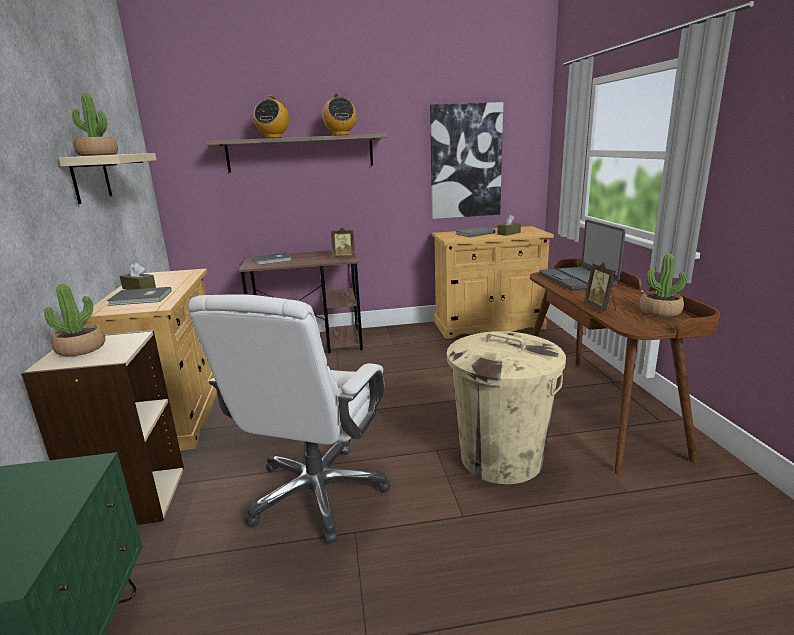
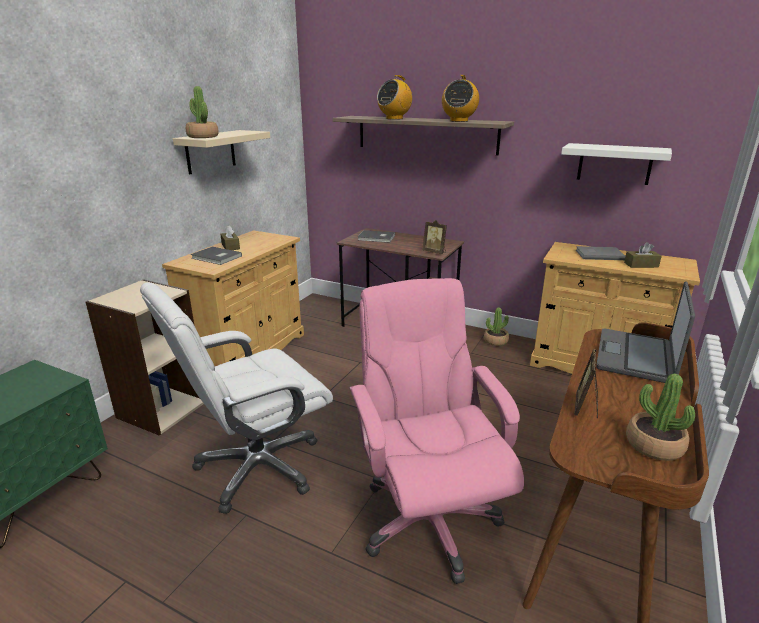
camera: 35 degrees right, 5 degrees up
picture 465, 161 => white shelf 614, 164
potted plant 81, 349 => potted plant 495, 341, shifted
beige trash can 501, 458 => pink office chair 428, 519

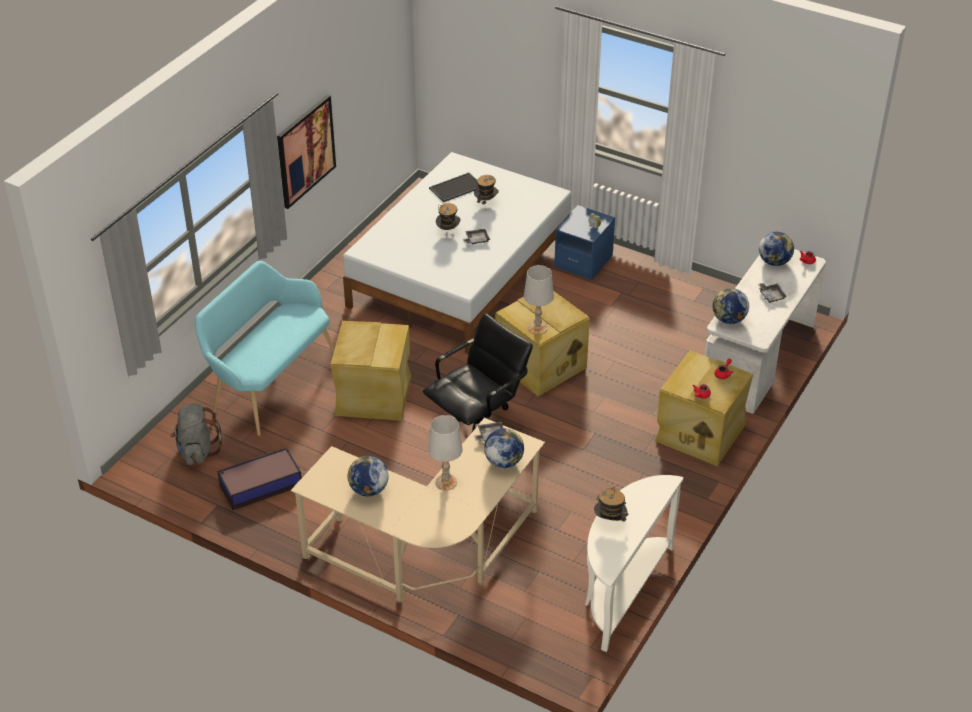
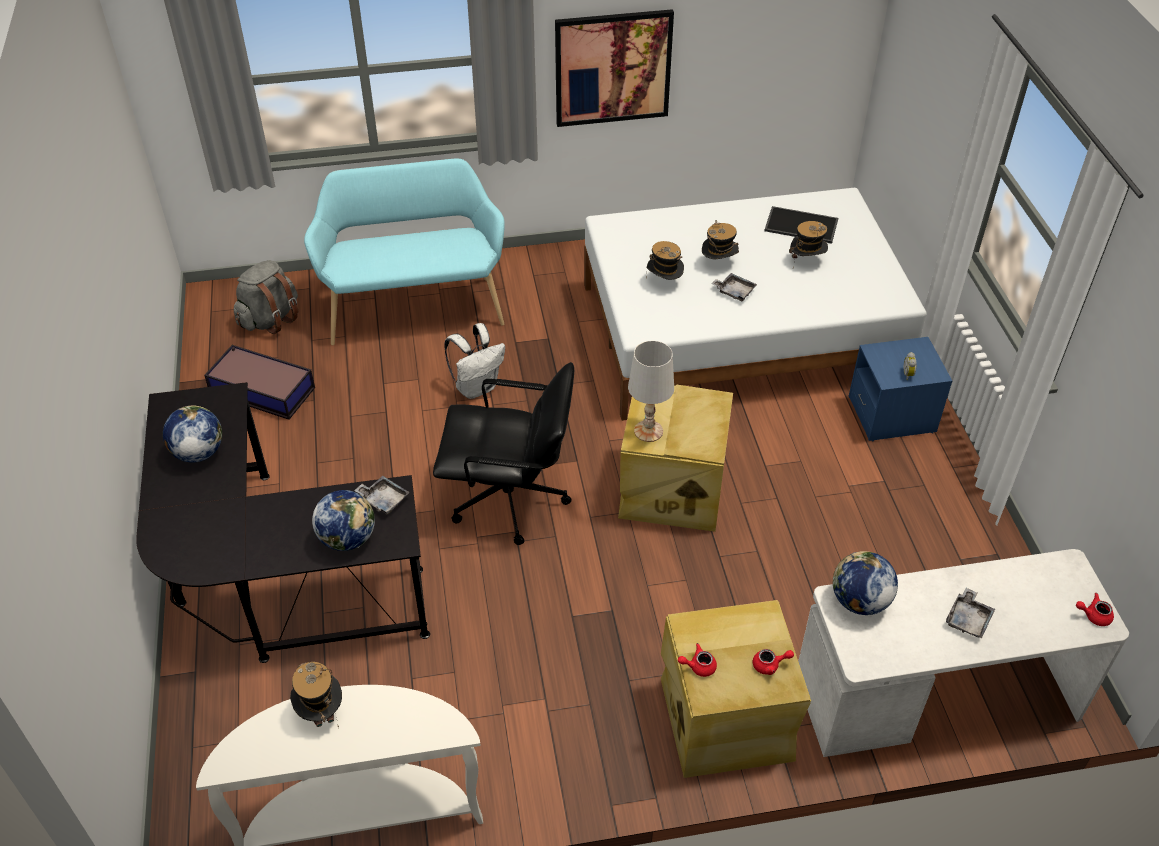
camera: 50 degrees right, 5 degrees up
globe 774, 262 => nothing
beige storage box 375, 394 => white backpack 477, 387
white table lamp 446, 482 => nothing
beige desk 428, 552 => black desk 274, 582
nothing => hat 664, 283

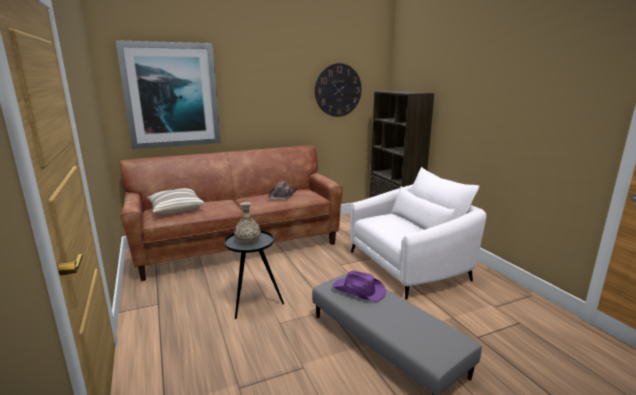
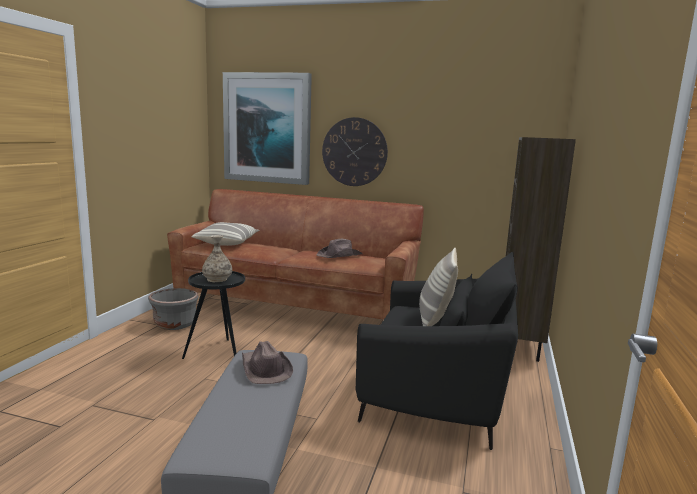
camera: 40 degrees right, 5 degrees down
wall clock 338, 90 => wall clock 354, 152, shifted
white armchair 409, 266 => black armchair 437, 394
purple hat 359, 290 => brown hat 265, 369
nothing => pillow 435, 319
nothing => grey planter 175, 324

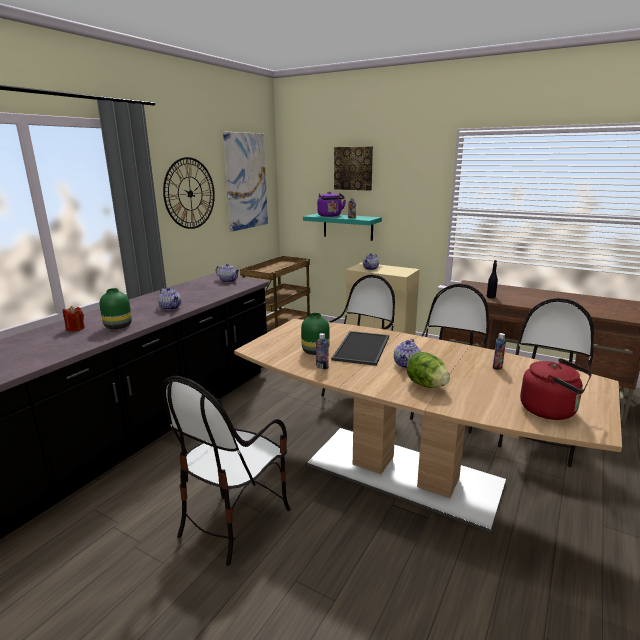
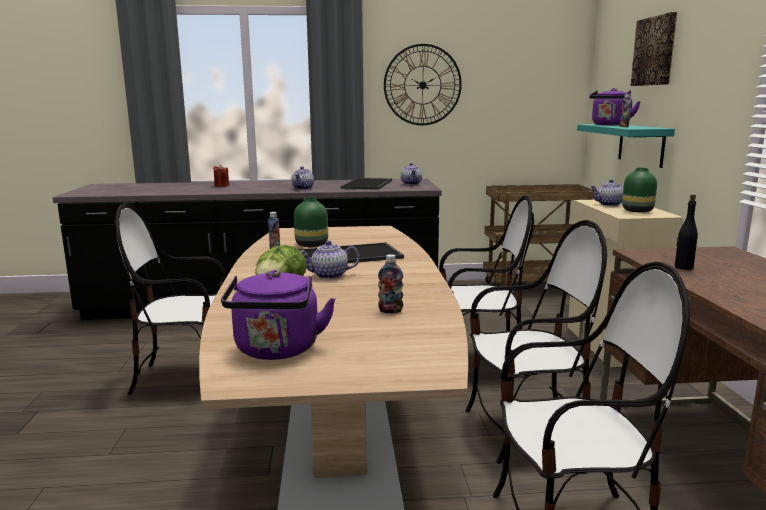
camera: 55 degrees right, 5 degrees down
picture 246, 181 => nothing
green vase 117, 326 => green vase 636, 211, shifted
red kettle 551, 411 => purple kettle 277, 351
nothing => tray 368, 184

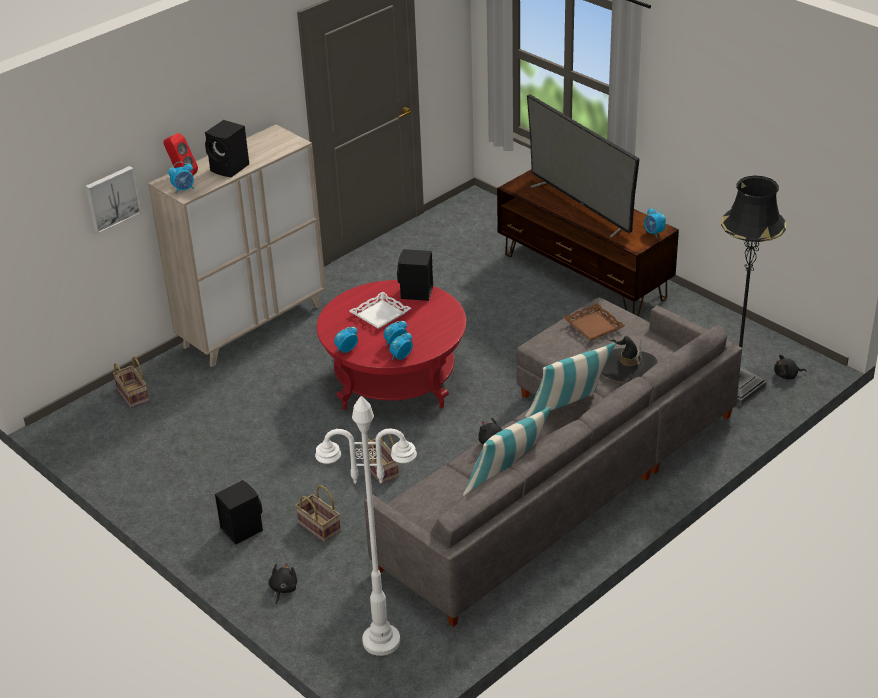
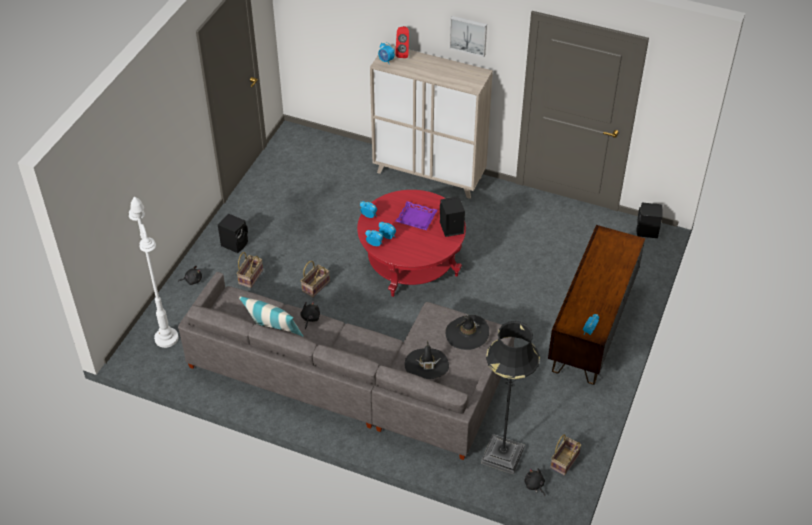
camera: 65 degrees right, 10 degrees up
television 580, 206 => nothing
black speaker 230, 168 => black speaker 647, 231, shifted
picture 111, 198 => picture 468, 35, shifted
white tray 380, 314 => purple tray 416, 218
brown tray 593, 326 => black hat 467, 334
pillow 568, 410 => nothing
basket 134, 395 => basket 565, 462, shifted

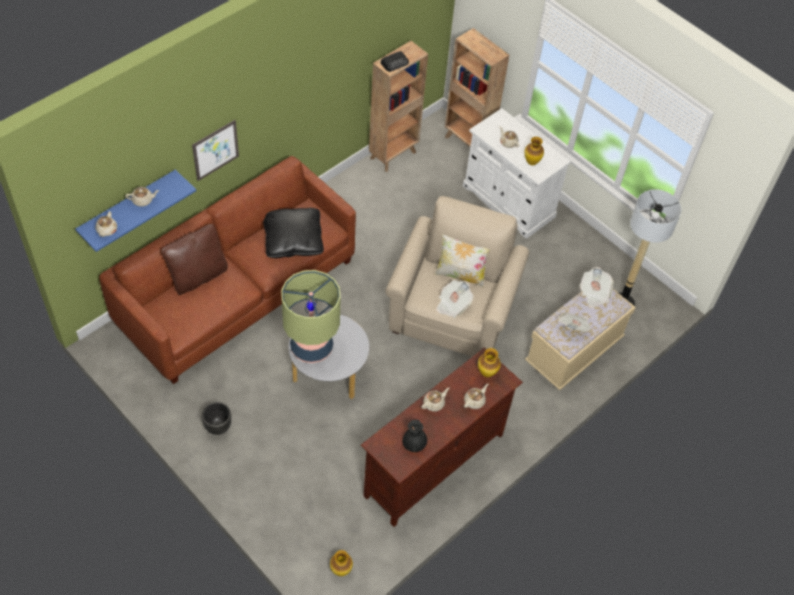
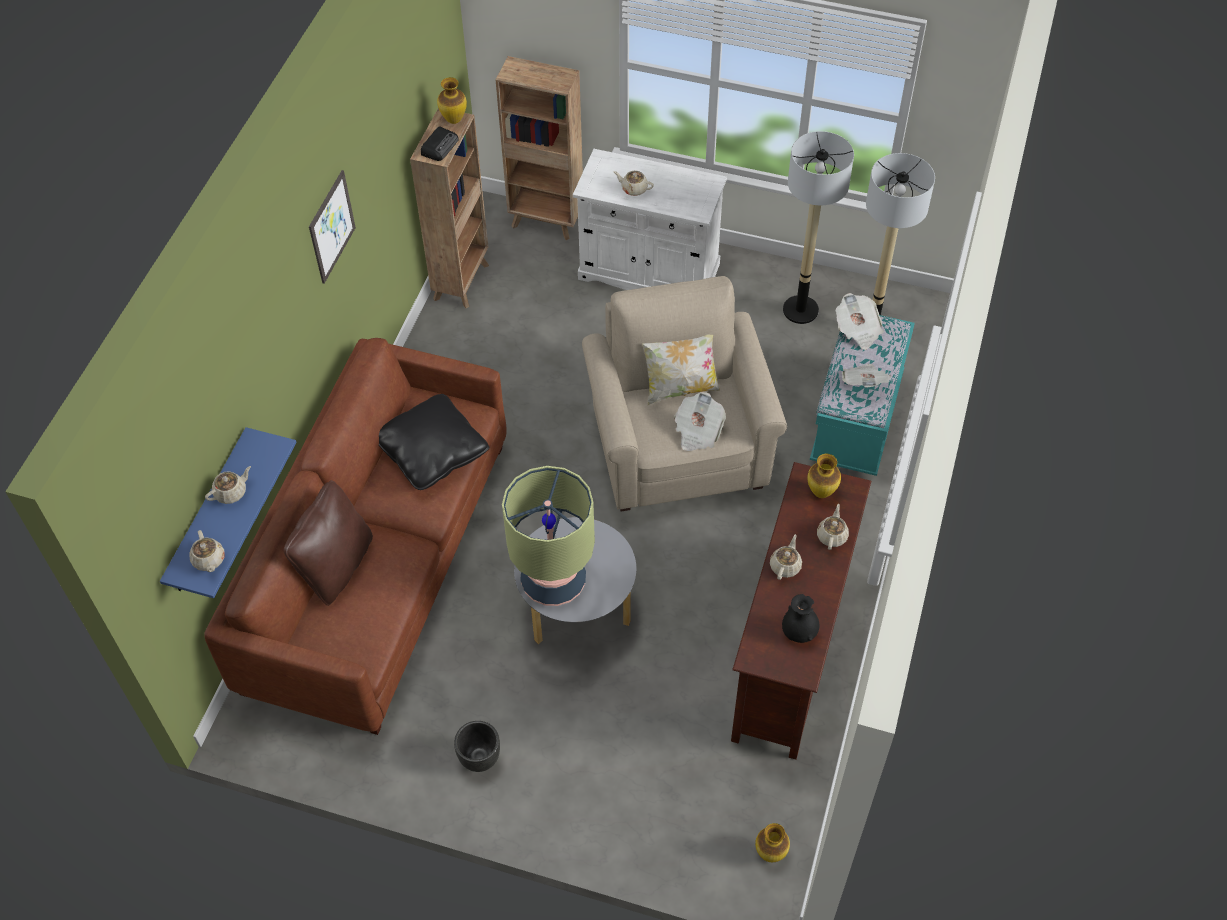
camera: 25 degrees left, 0 degrees up
picture 215, 150 => picture 332, 227, shifted
vase 531, 162 => vase 453, 120, shifted
beige bench 574, 351 => turquoise bench 856, 419
nothing => floor lamp 800, 310

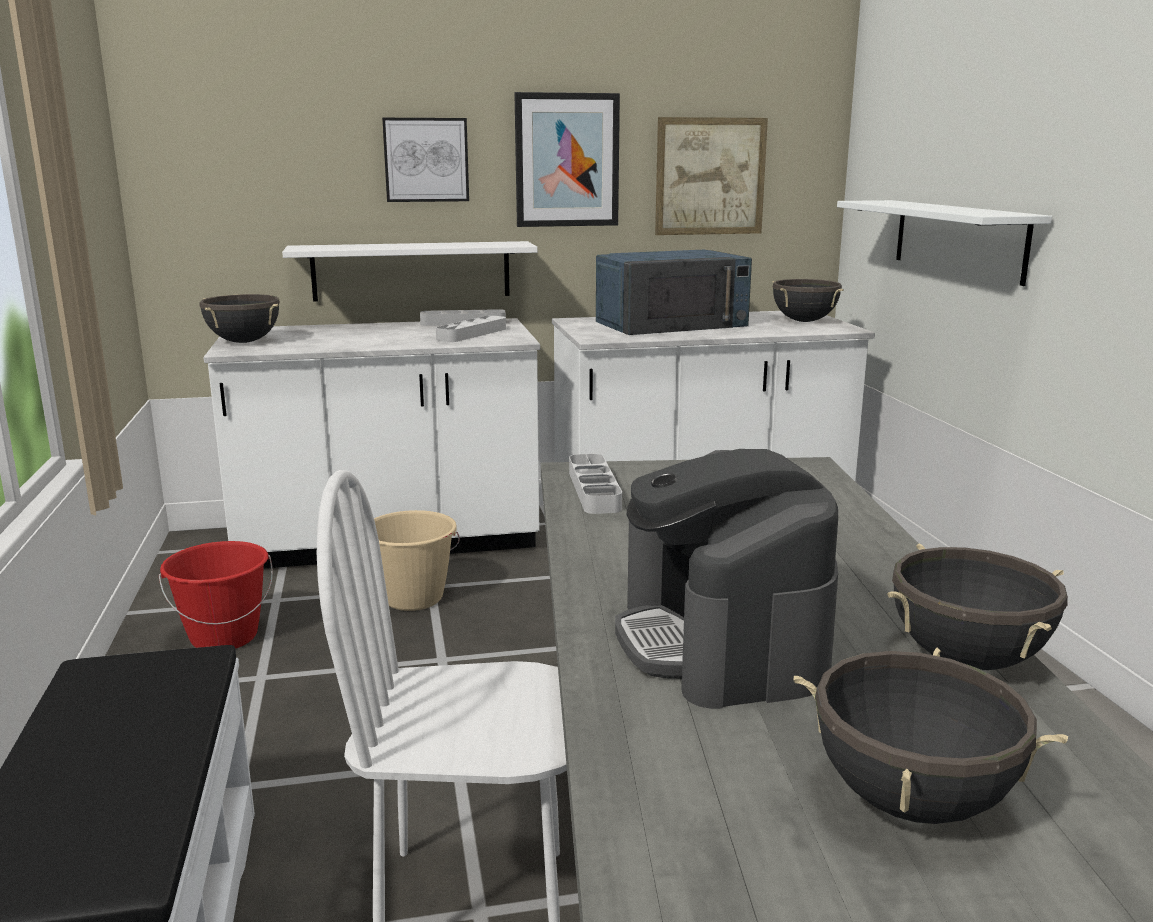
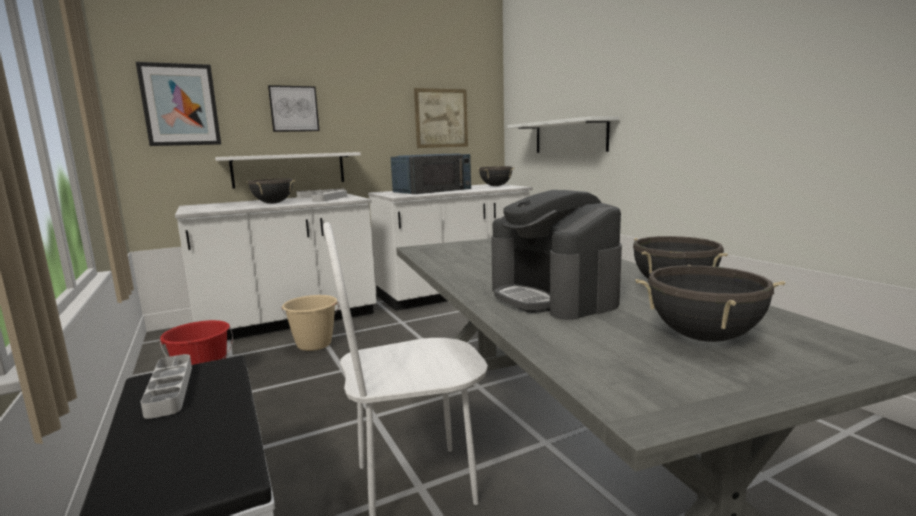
camera: 15 degrees left, 5 degrees down
picture 567, 160 => picture 180, 105, shifted
black cooking pot 244, 342 => black cooking pot 273, 203, shifted
grey tray 594, 490 => grey tray 170, 389, shifted

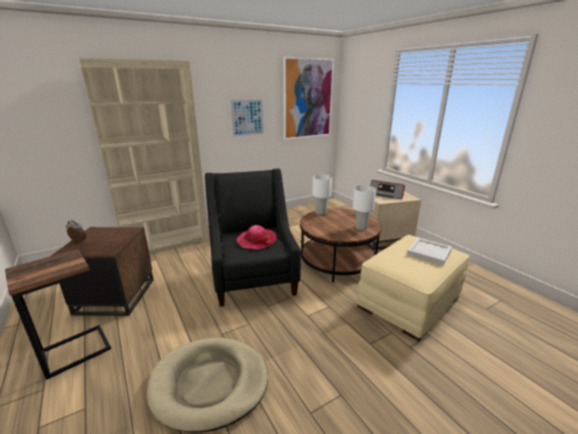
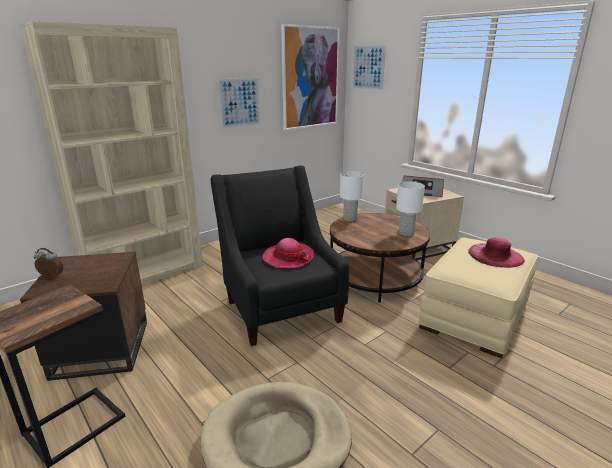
camera: 10 degrees left, 0 degrees up
white tray 428, 252 => pink hat 495, 255
nothing => picture 368, 67

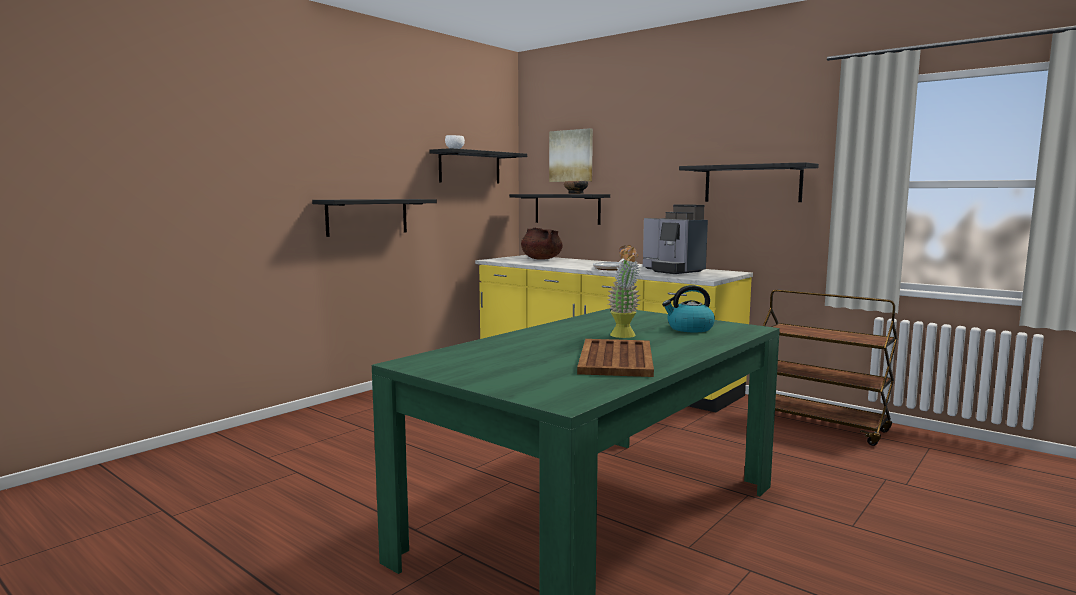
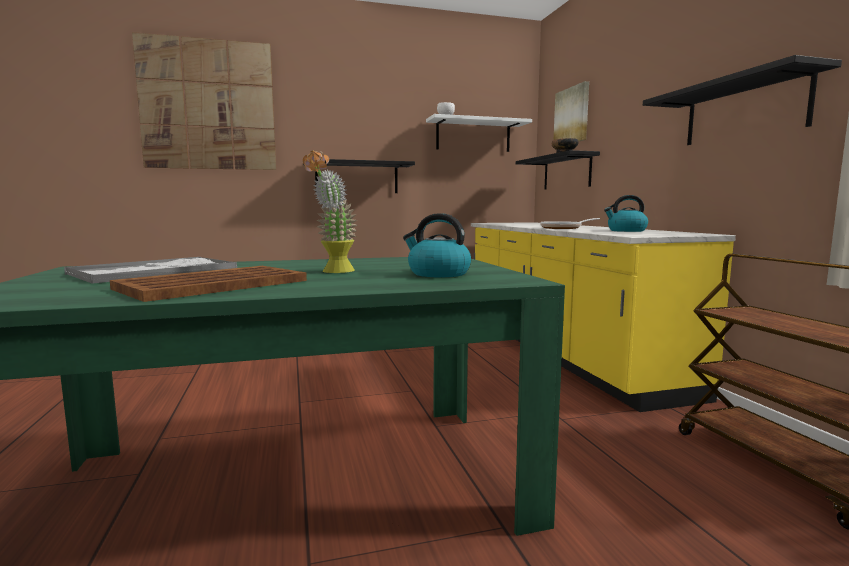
camera: 35 degrees right, 0 degrees up
black shelf 470, 167 => white shelf 473, 136
coffee machine 673, 270 => kettle 626, 231
brown cooking pot 541, 259 => nothing
nothing => picture 208, 105
nothing => tray 156, 271

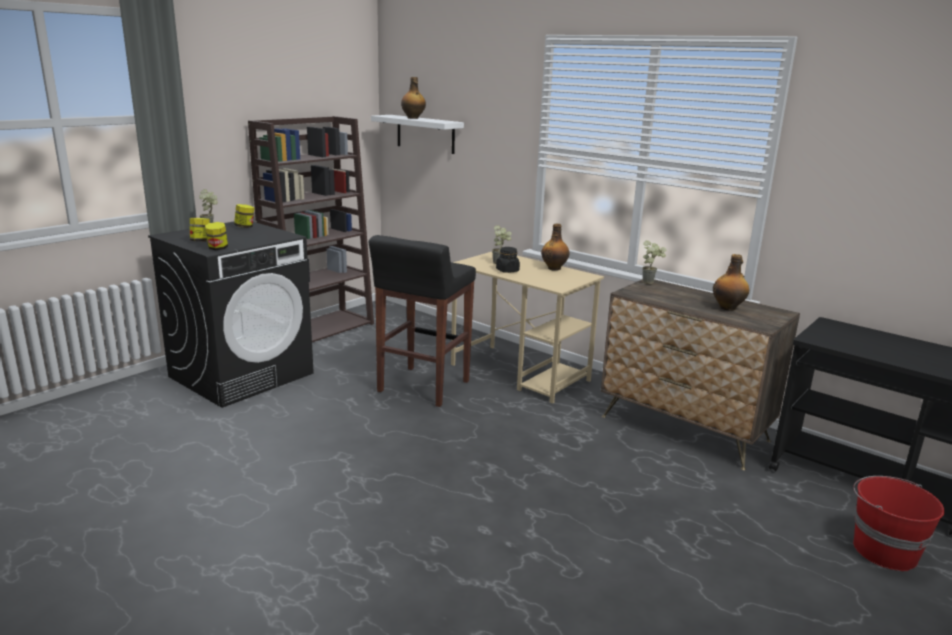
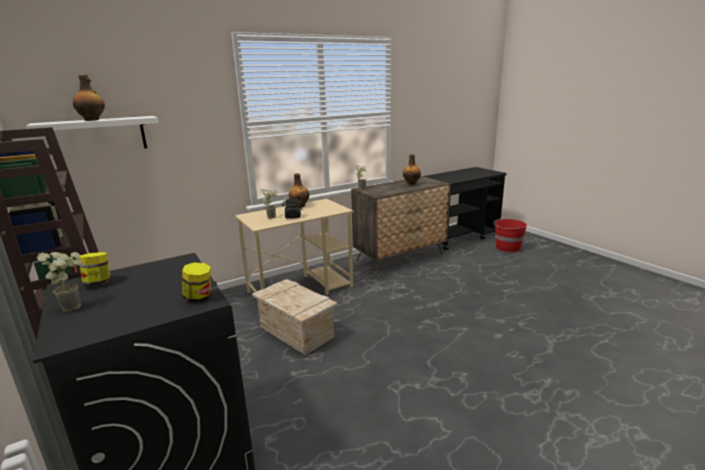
camera: 70 degrees left, 0 degrees up
jar 201, 241 => nothing
black stool 422, 387 => crate 296, 332

